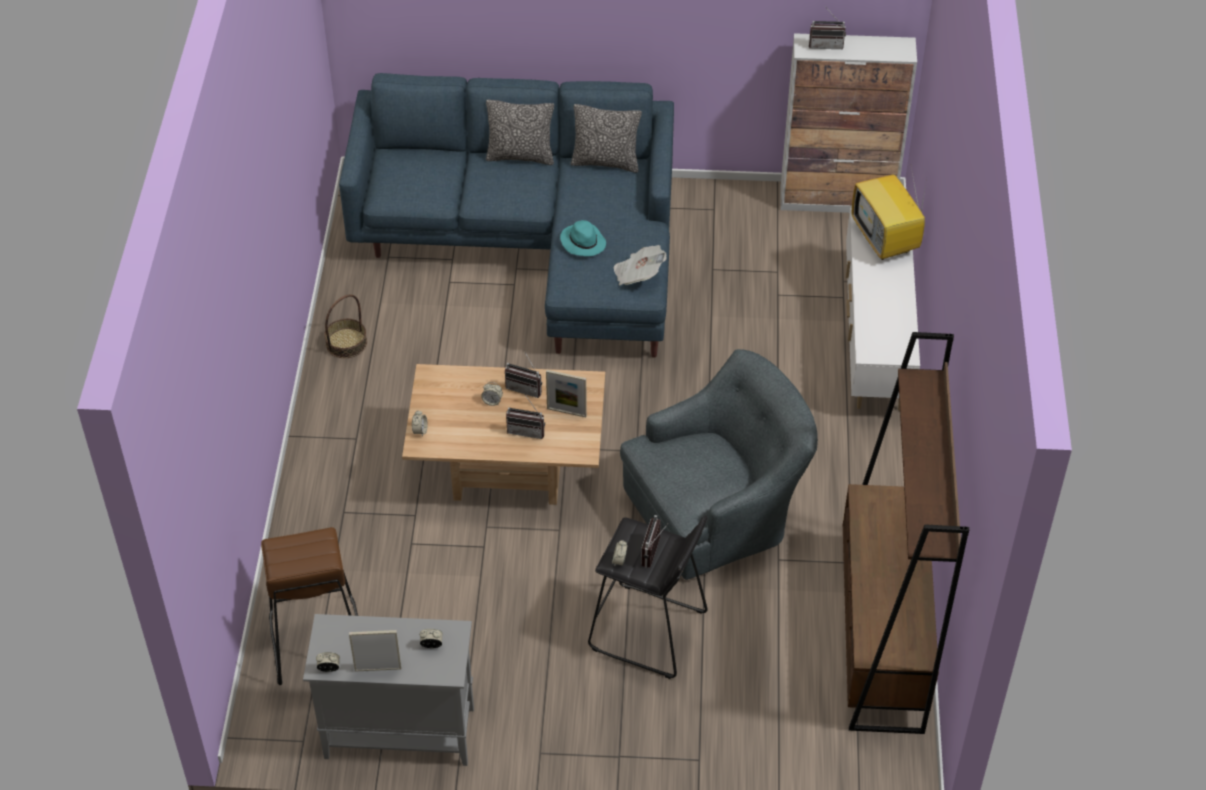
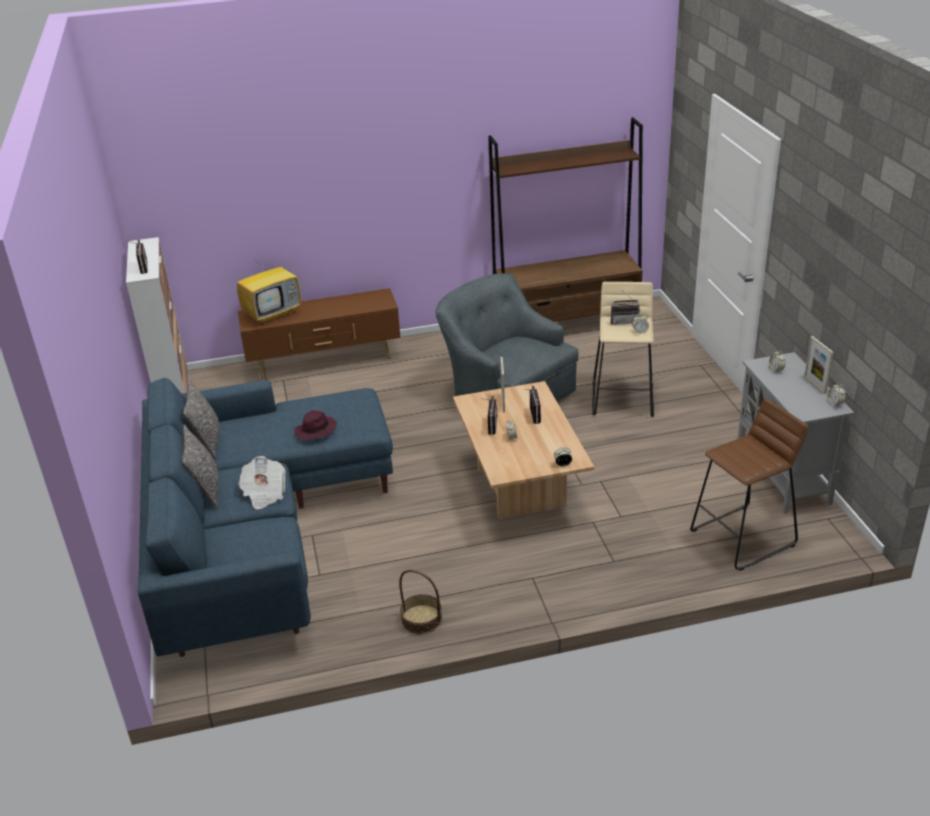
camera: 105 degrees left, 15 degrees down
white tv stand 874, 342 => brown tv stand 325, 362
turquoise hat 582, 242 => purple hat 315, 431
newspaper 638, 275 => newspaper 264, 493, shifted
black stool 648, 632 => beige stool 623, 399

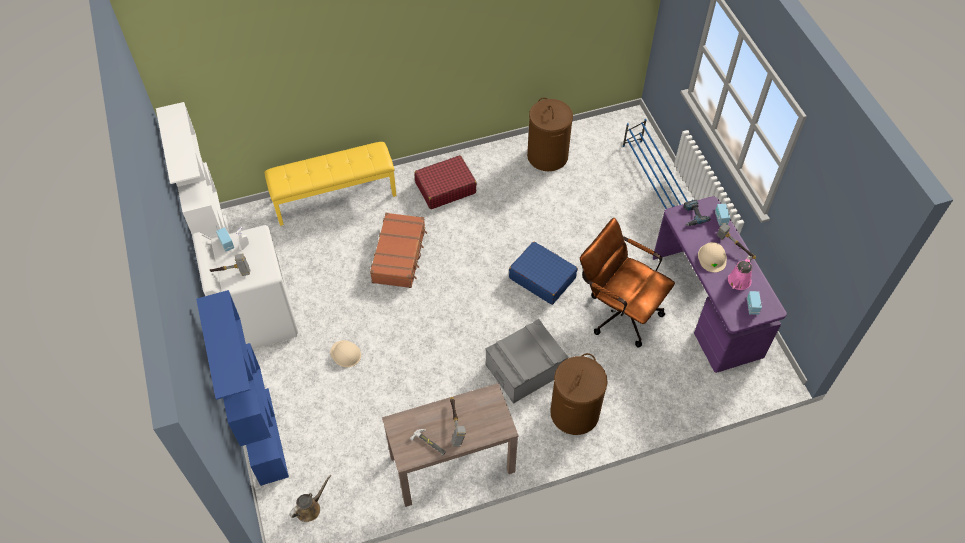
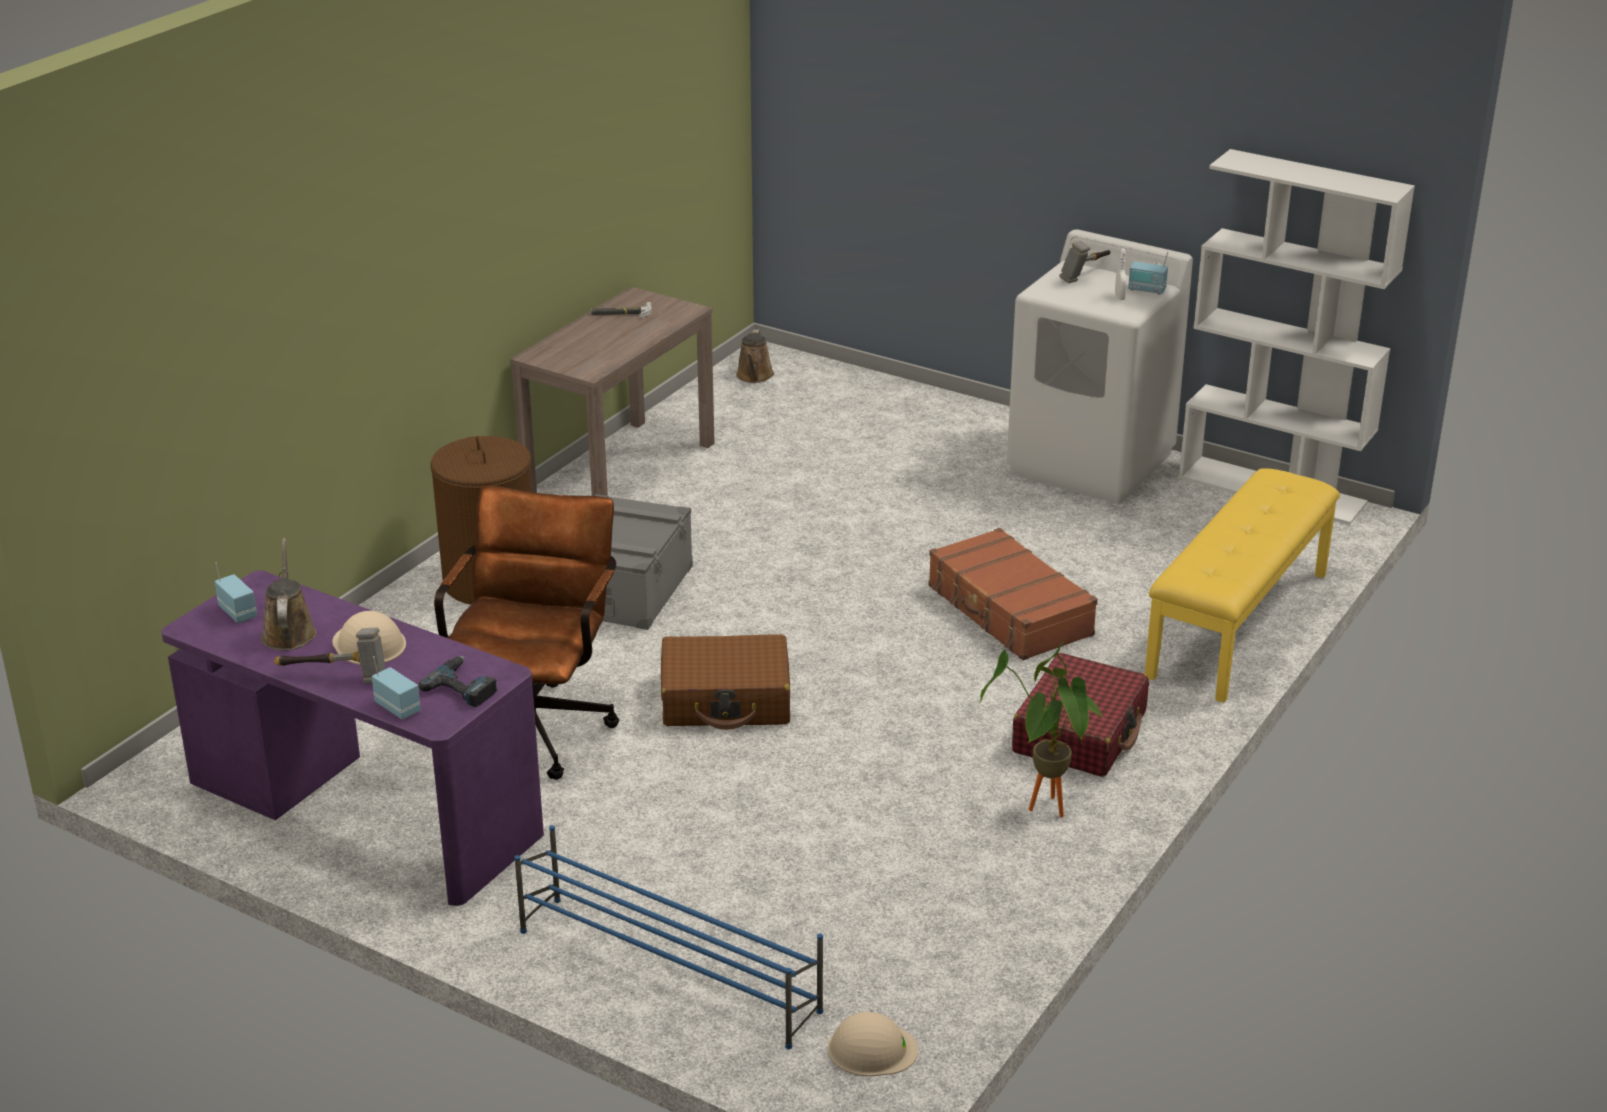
camera: 140 degrees right, 25 degrees down
brown laundry basket 547, 156 => nothing
brown office chair 618, 311 => brown office chair 535, 723, 75 degrees counterclockwise
blue suitcase 542, 278 => brown suitcase 726, 699
pink watering can 738, 282 => brown watering can 289, 632
blue bookcase 263, 435 => nothing
beige hard hat 345, 354 => beige hard hat 871, 1049, shifted
hammer 455, 425 => nothing
nothing => potted plant 1043, 813

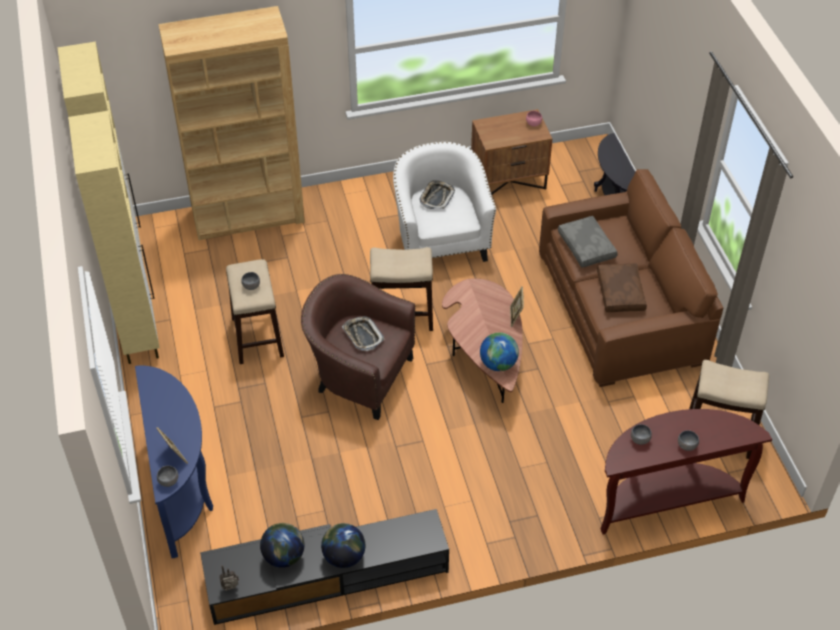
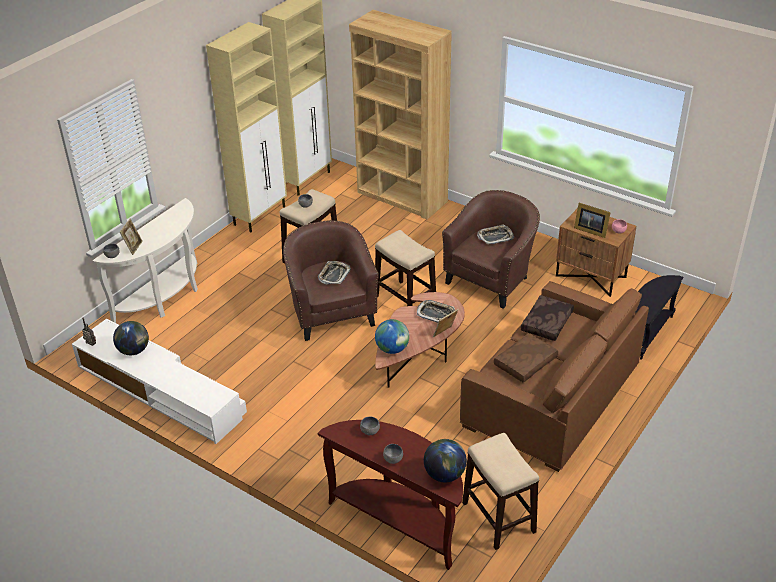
camera: 50 degrees right, 10 degrees down
white armchair 440, 241 => brown armchair 491, 279
grey pillow 587, 247 => brown pillow 547, 323
blue console table 183, 488 => white console table 166, 297
black tv stand 327, 573 => white tv stand 161, 390
globe 344, 556 => globe 444, 474, shifted
nothing => picture frame 590, 230
nothing => tray 435, 314

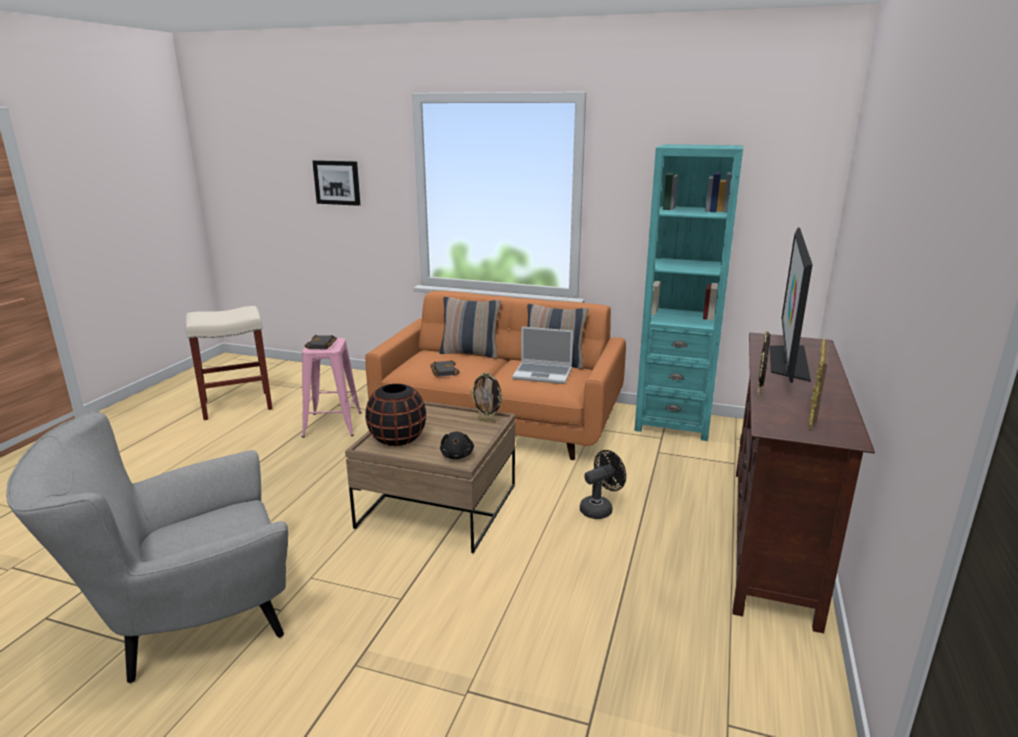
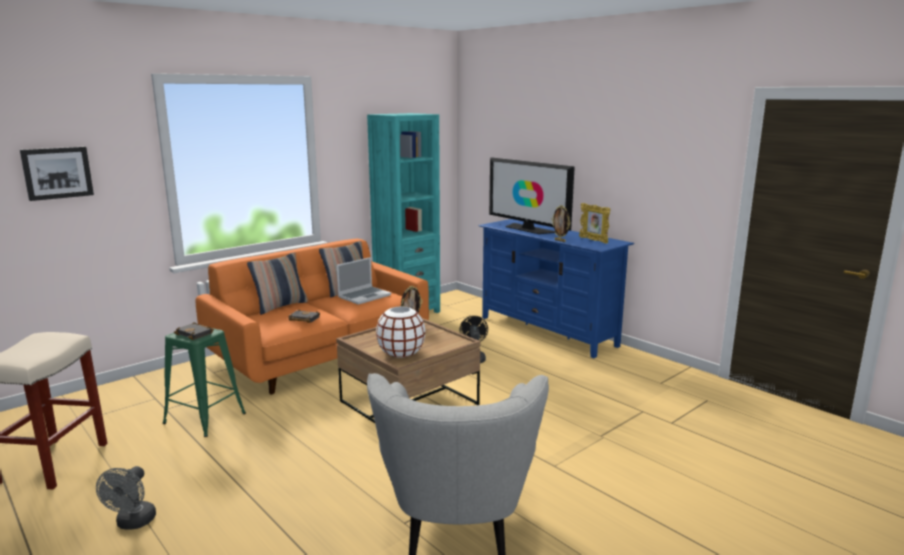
camera: 60 degrees left, 5 degrees down
brown tv stand 773, 540 => blue tv stand 548, 331
pink stool 332, 424 => green stool 204, 418
black vase 397, 440 => white vase 401, 353
black plush toy 457, 455 => nothing
nothing => grey fan 133, 523

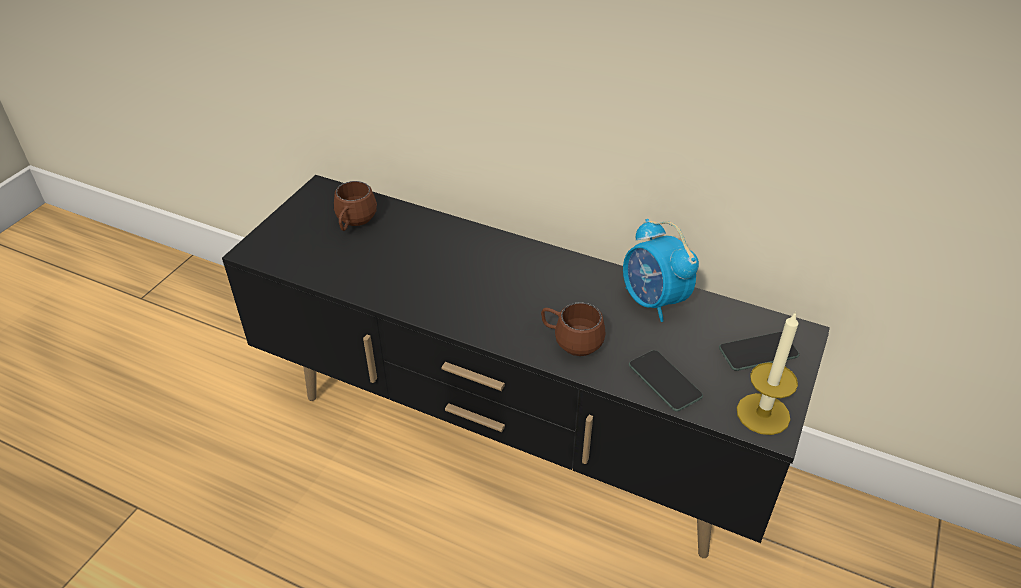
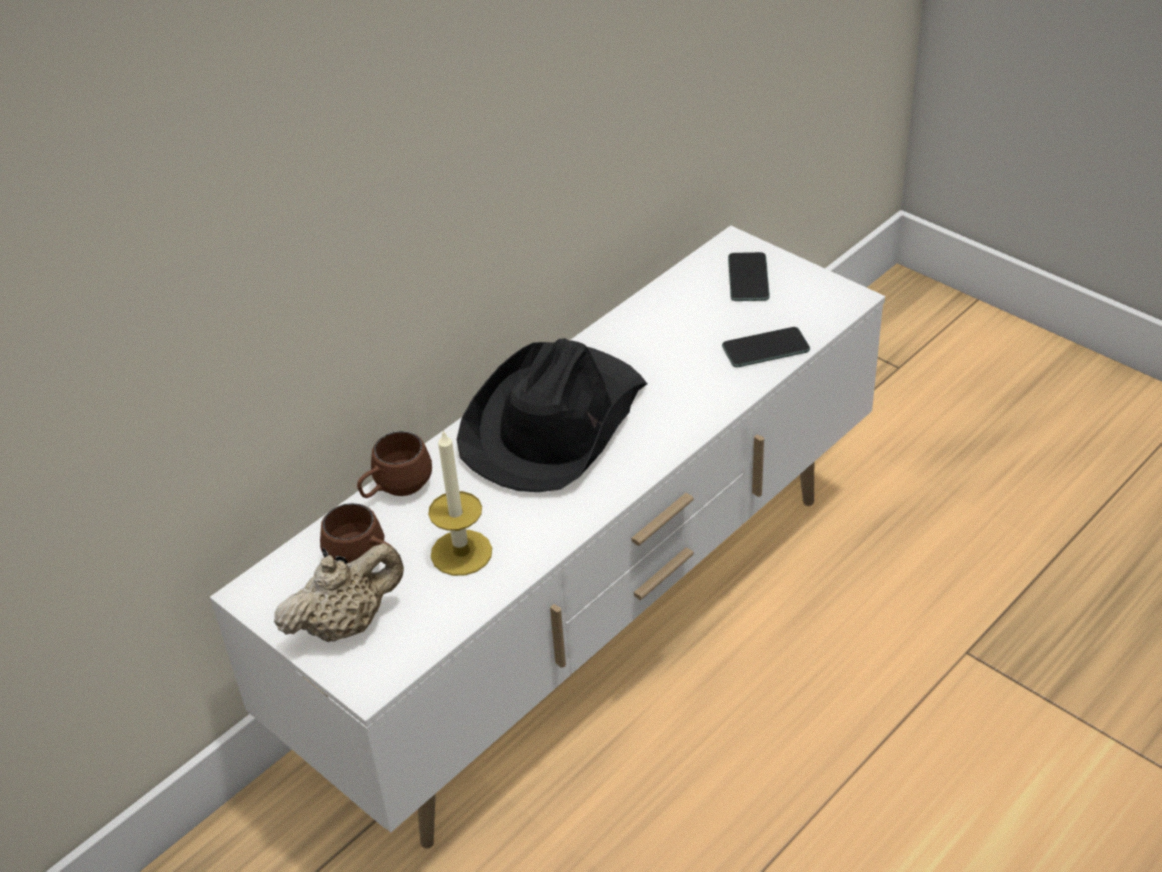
camera: 70 degrees left, 0 degrees up
black tv stand 512, 438 => white tv stand 593, 627
alarm clock 653, 301 => nothing
brown mug 570, 342 => brown mug 395, 490, shifted
candle 763, 414 => candle 461, 553, shifted
nothing => black hat 553, 423
nothing => beige teapot 346, 624

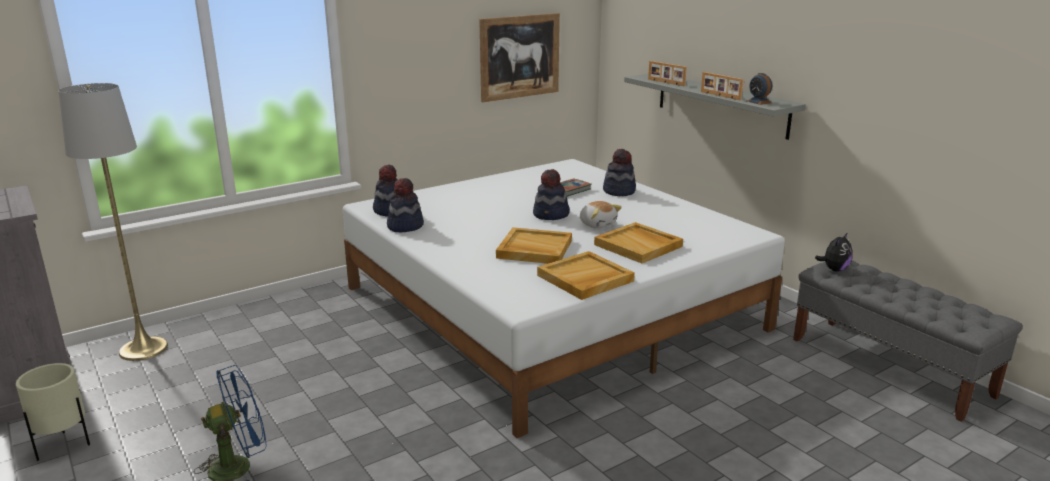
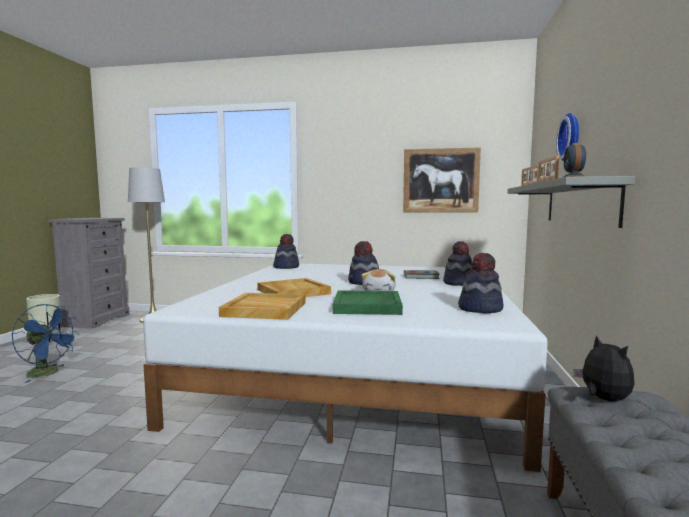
camera: 45 degrees right, 15 degrees down
hat 405, 226 => hat 480, 308, shifted
beige tray 639, 245 => green tray 368, 306
plush toy 834, 269 => plush toy 603, 399, 105 degrees counterclockwise
nothing => wall clock 571, 137

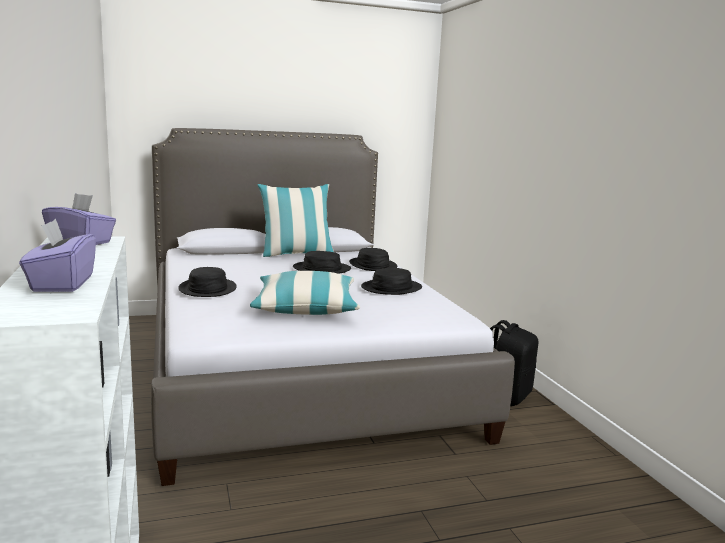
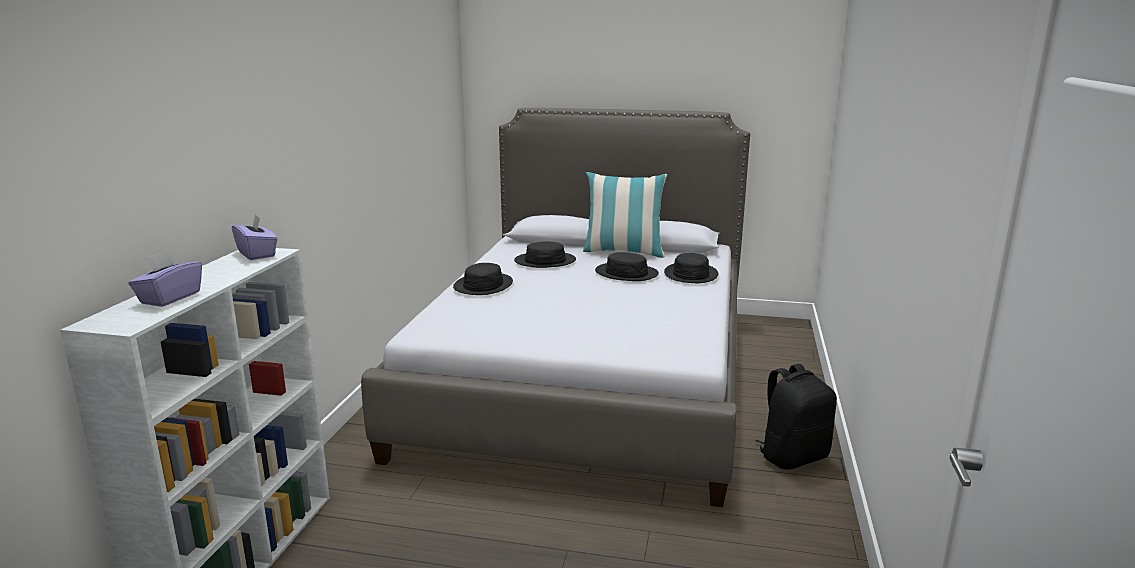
camera: 30 degrees right, 5 degrees up
black hat 391, 288 => black hat 545, 261, shifted
pillow 306, 307 => nothing

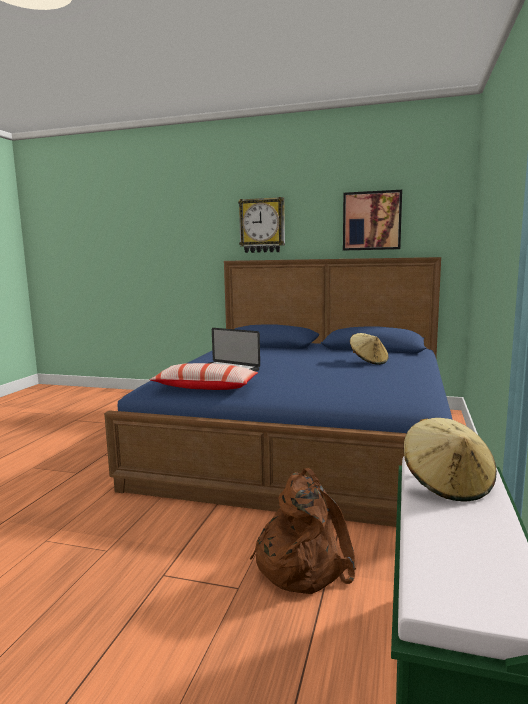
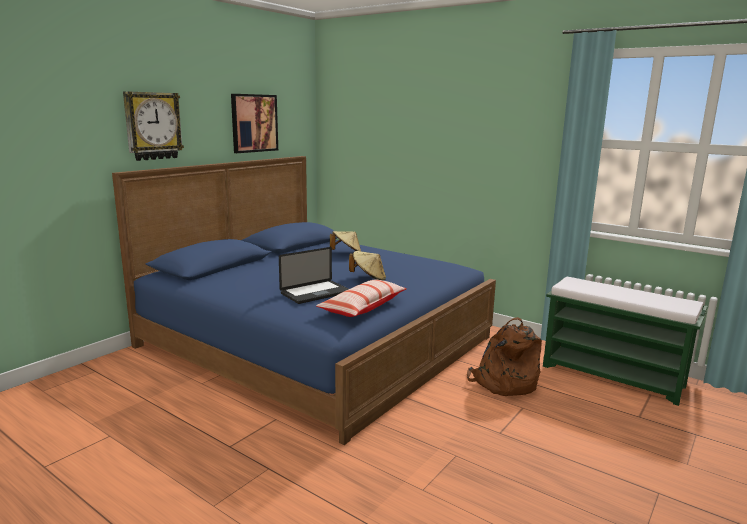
camera: 70 degrees left, 5 degrees up
beige hat 447, 484 => beige hat 368, 278, shifted

